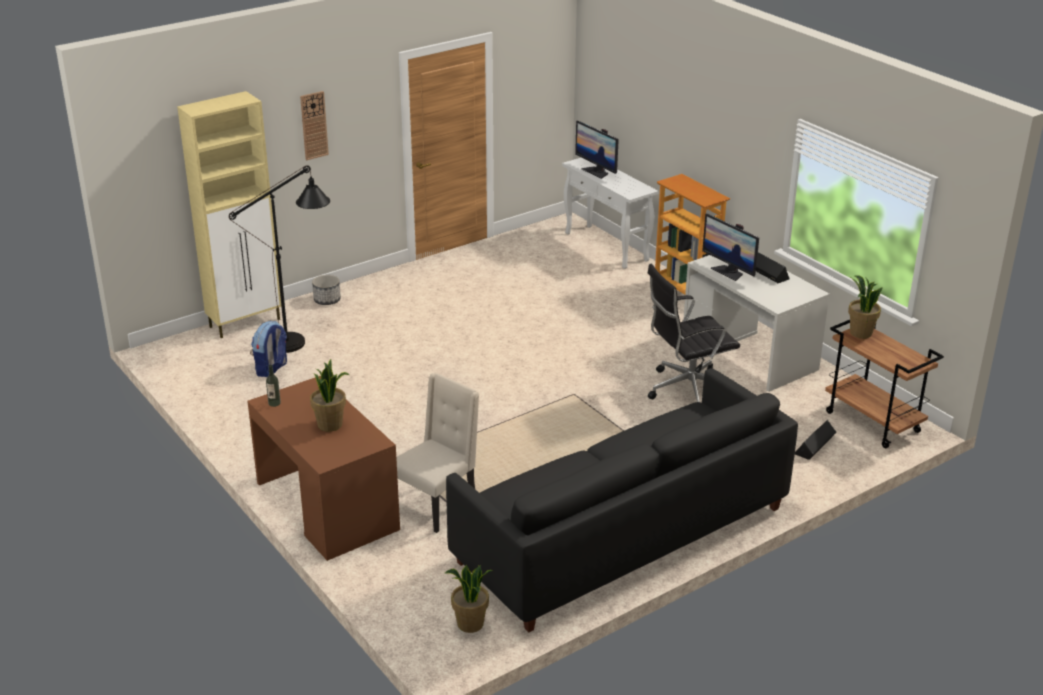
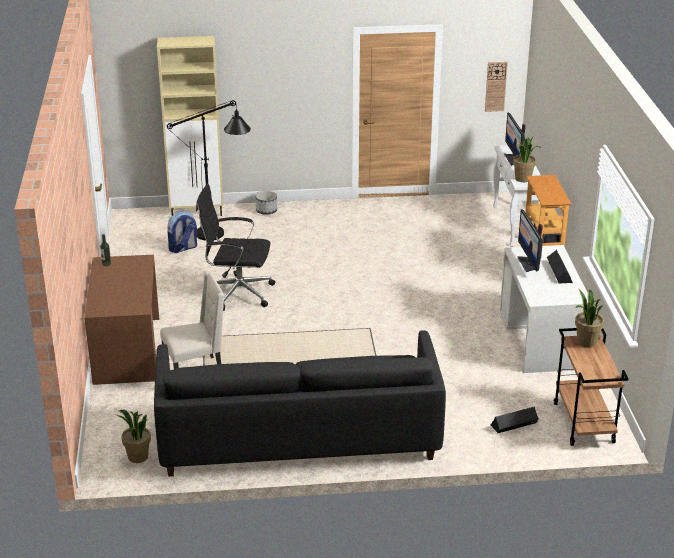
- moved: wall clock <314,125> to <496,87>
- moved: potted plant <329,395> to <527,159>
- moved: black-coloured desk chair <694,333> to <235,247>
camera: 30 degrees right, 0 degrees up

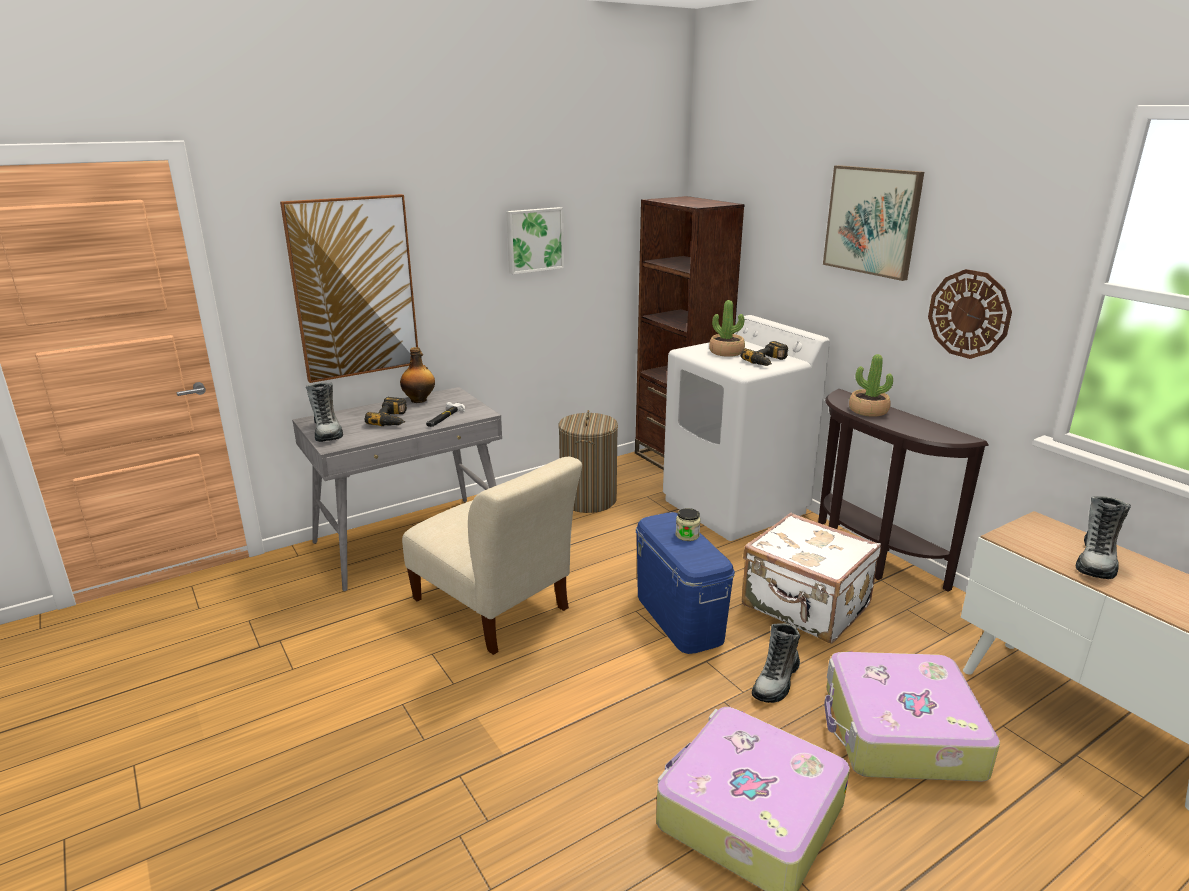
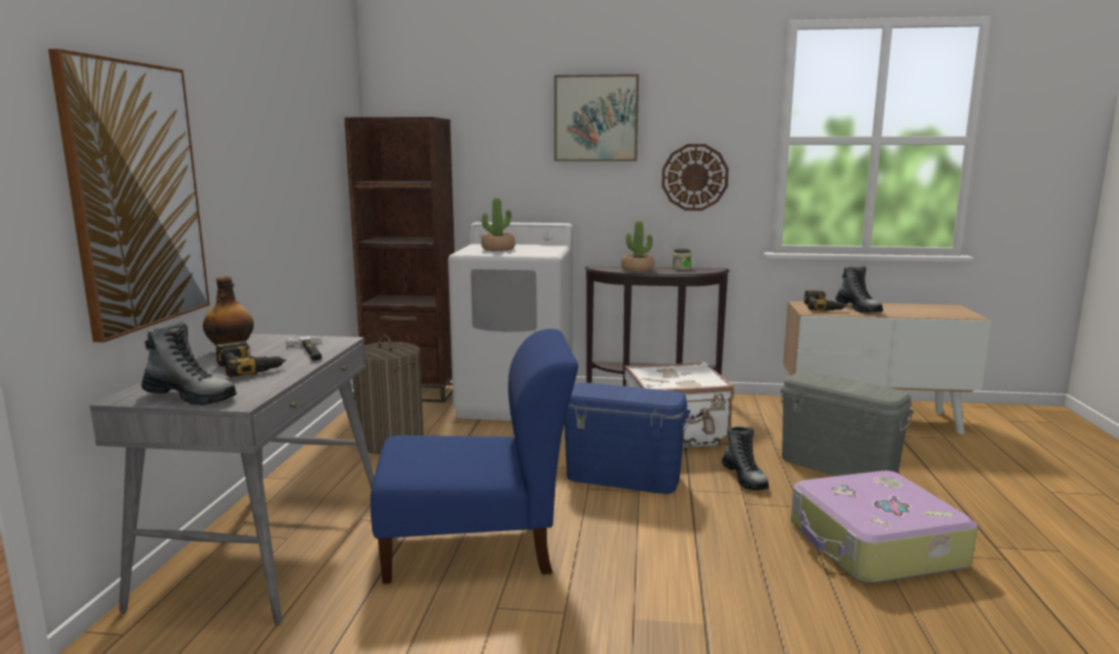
- recoloured: beige-coloured plain chair <492,556> to blue-coloured plain chair <474,456>
- removed: wall art <535,240>
- moved: jar <688,524> to <682,259>
- moved: power drill <764,353> to <825,300>
- replaced: travel case <912,717> to greyish storage container <847,423>
camera: 50 degrees left, 10 degrees down

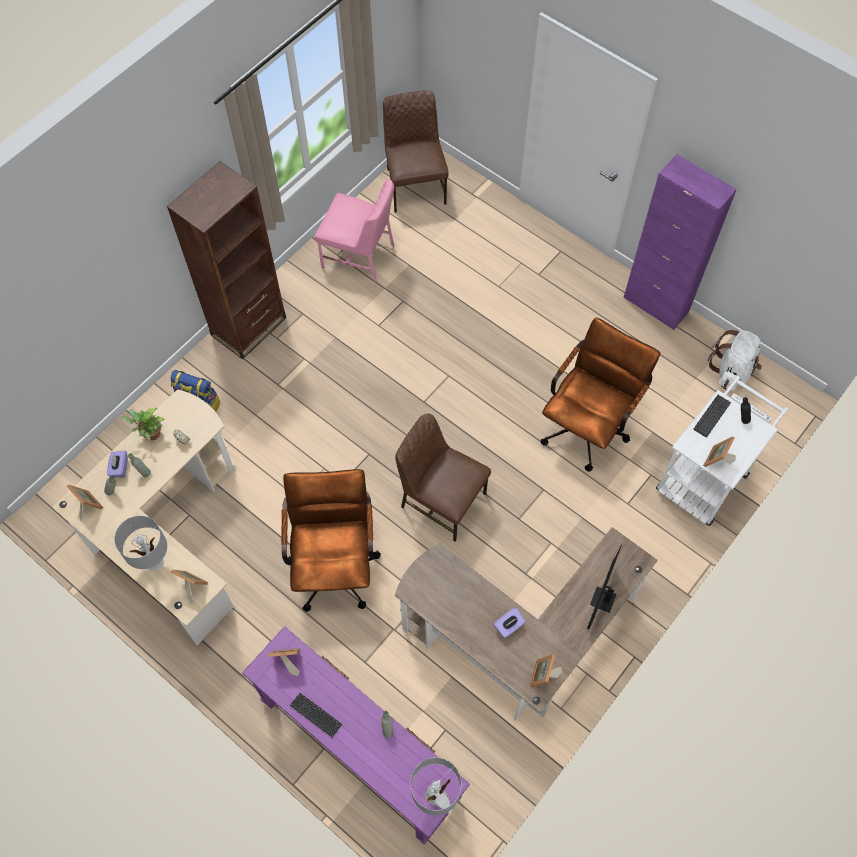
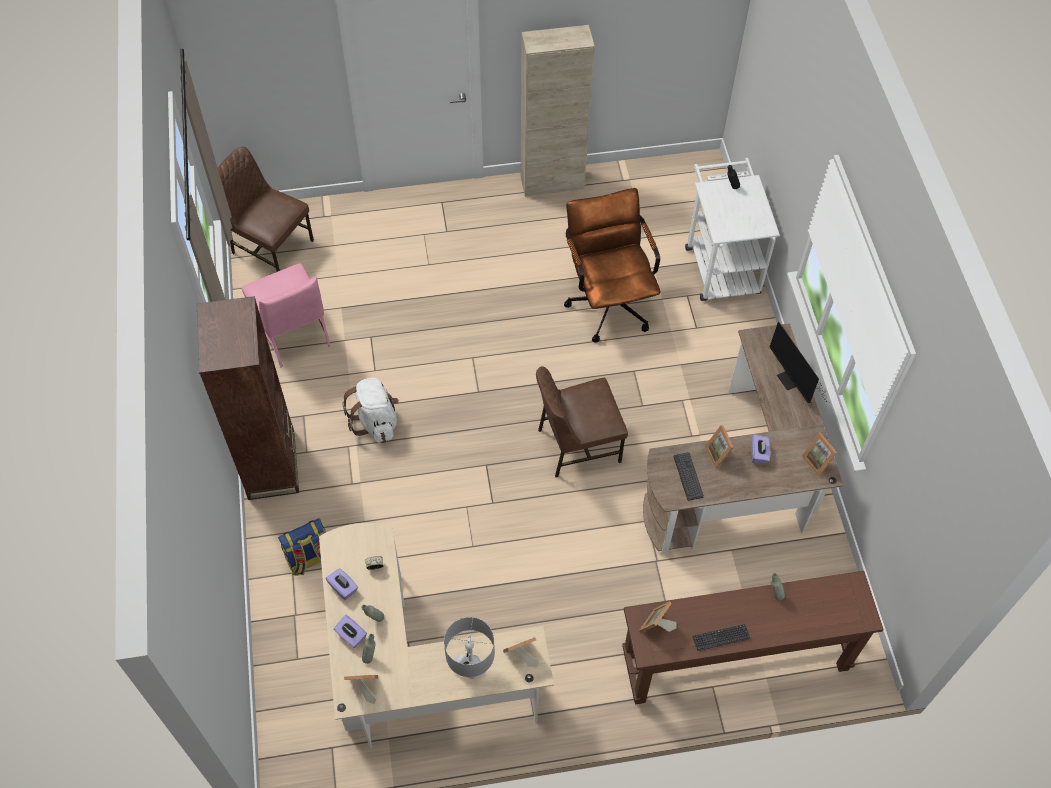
- replaced: potted plant <143,424> to purplish tissue box <342,584>
- recoloured: purplish console table <356,735> to brown-coloured console table <753,637>
- removed: brown-coloured desk chair <331,540>
- turned: pinkish plain chair <354,230> = <286,315> 90 degrees clockwise
- removed: greyish table lamp <435,786>
- recoloured: purplish cupboard <680,242> to beige-coloured cupboard <558,111>
- moved: PC keyboard <712,416> to <689,476>
- moved: photo frame <719,451> to <719,446>
- moved: whitish backpack <735,360> to <370,410>
camera: 50 degrees left, 5 degrees down

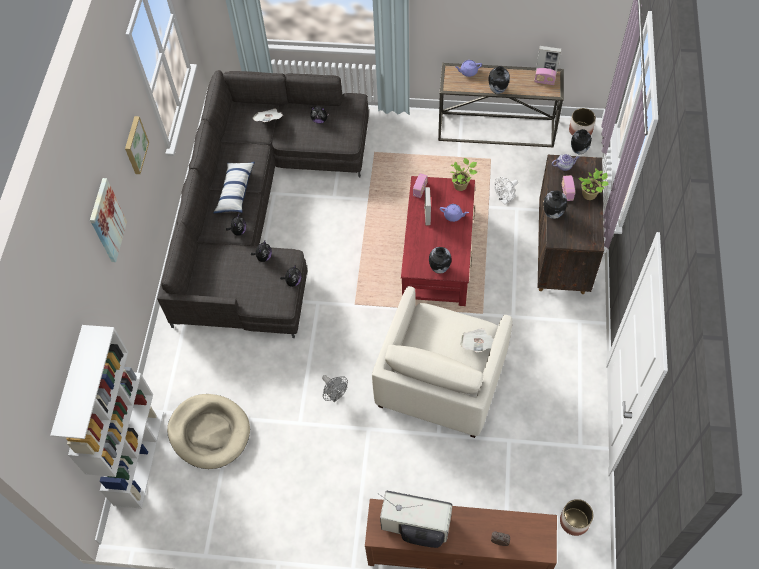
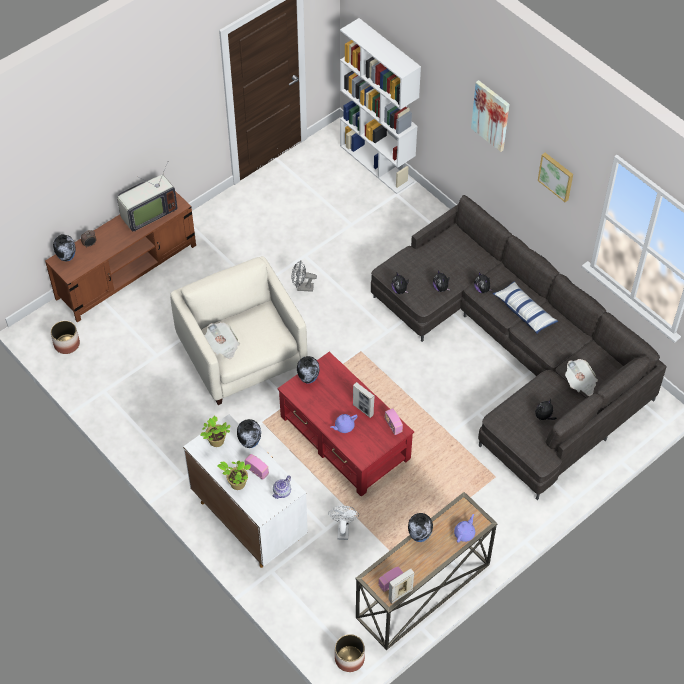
- removed: beige-coloured dog bed <208,431>
- moved: potted plant <463,174> to <215,431>
- recoloured: brown-coloured cupboard <571,224> to whitish cupboard <245,491>
- moved: flower vase <581,141> to <64,247>
camera: 130 degrees right, 5 degrees down

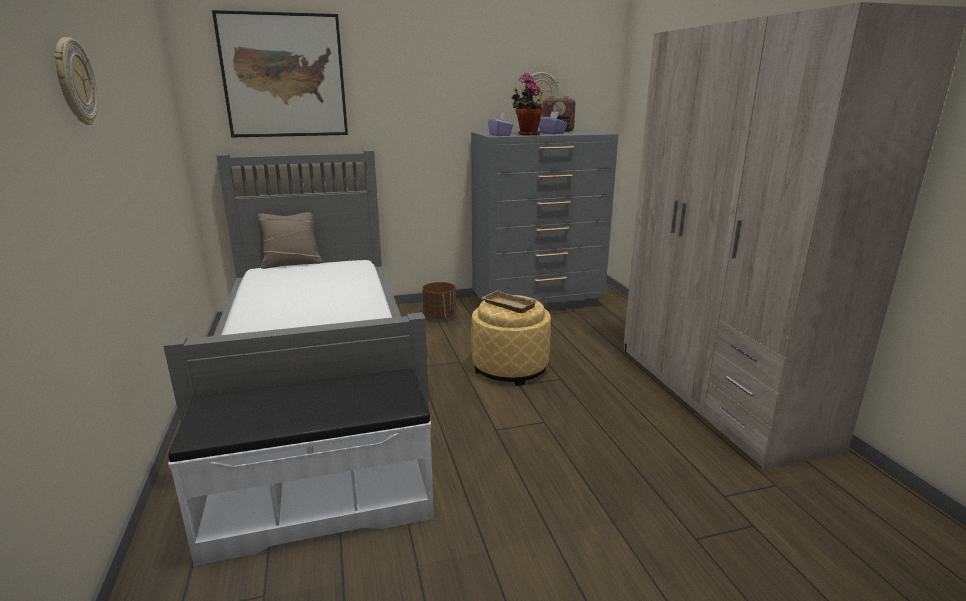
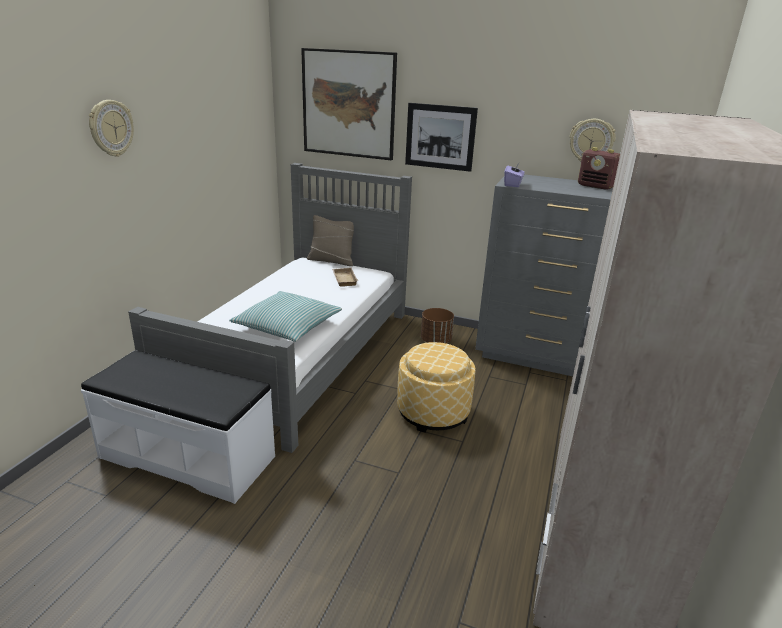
- moved: beige-coloured carrying tray <509,301> to <345,277>
- removed: potted plant <528,104>
- removed: purplish tissue box <553,123>
- added: throw pillow <285,316>
- added: wall art <441,137>
camera: 35 degrees right, 5 degrees up

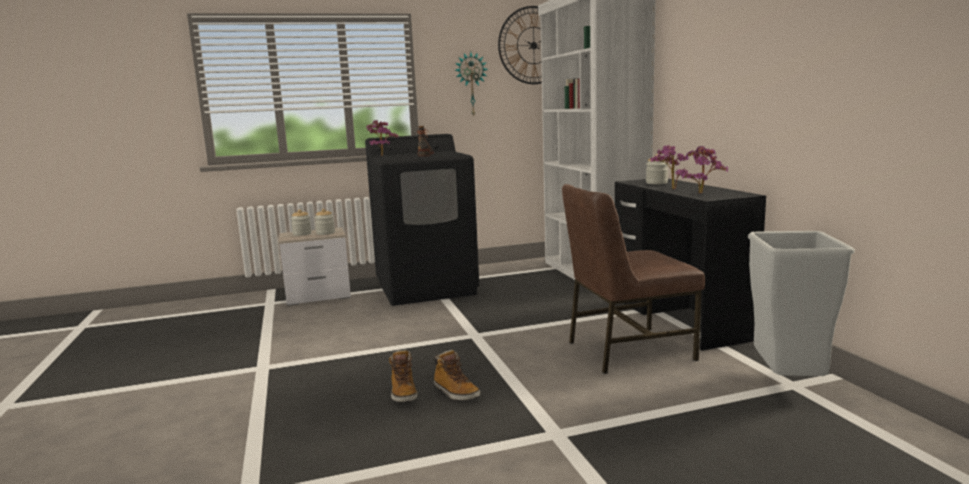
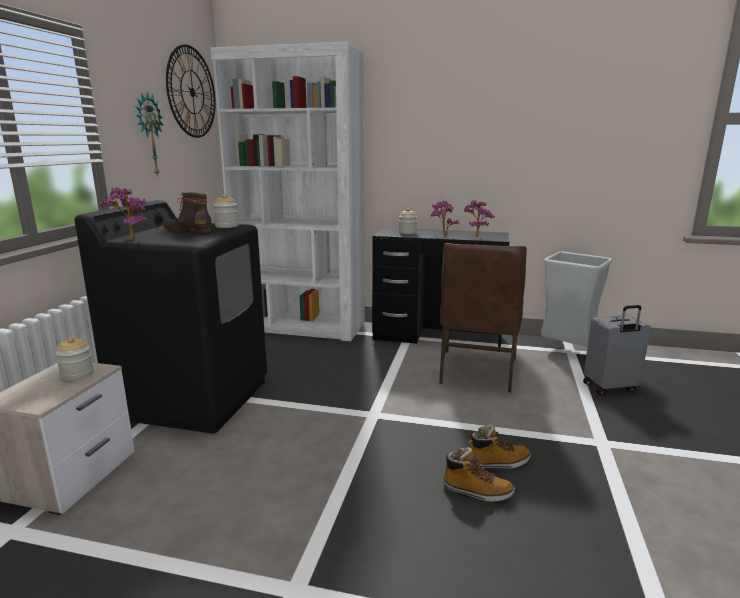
- moved: jar <301,223> to <226,211>
- added: greyish travel case <617,350>
camera: 60 degrees left, 5 degrees up

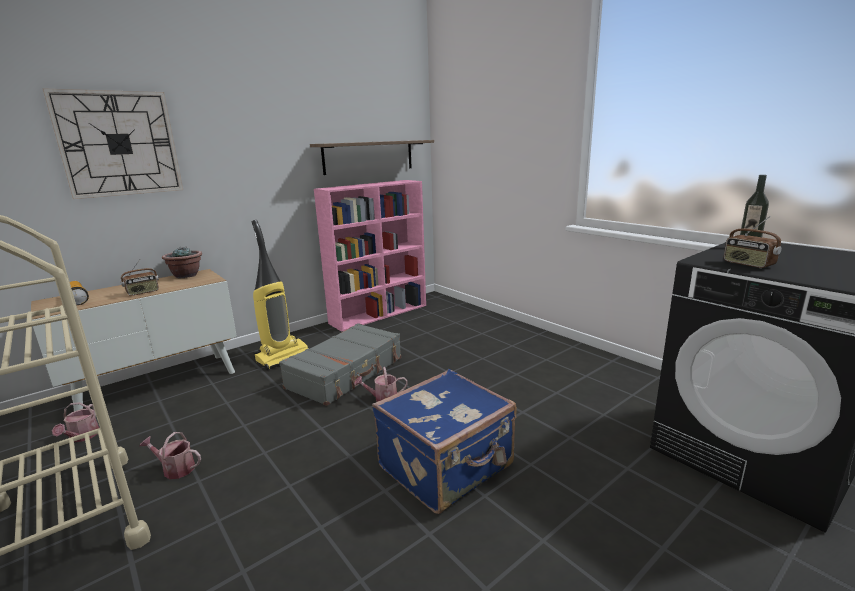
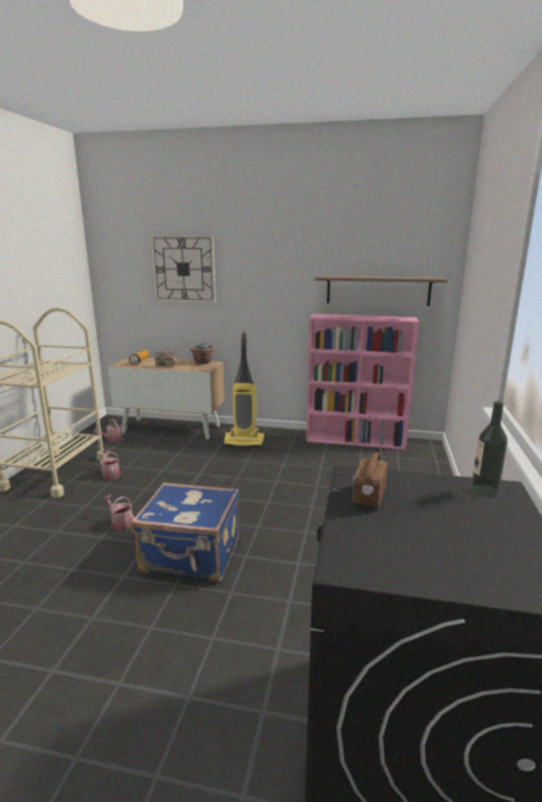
- removed: greyish travel case <340,364>
- moved: sprinkling can <381,384> to <118,513>
camera: 50 degrees right, 0 degrees up

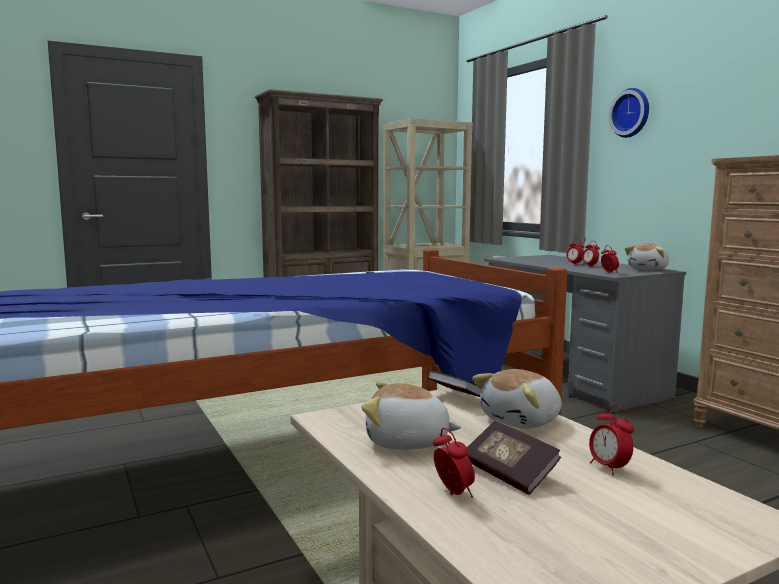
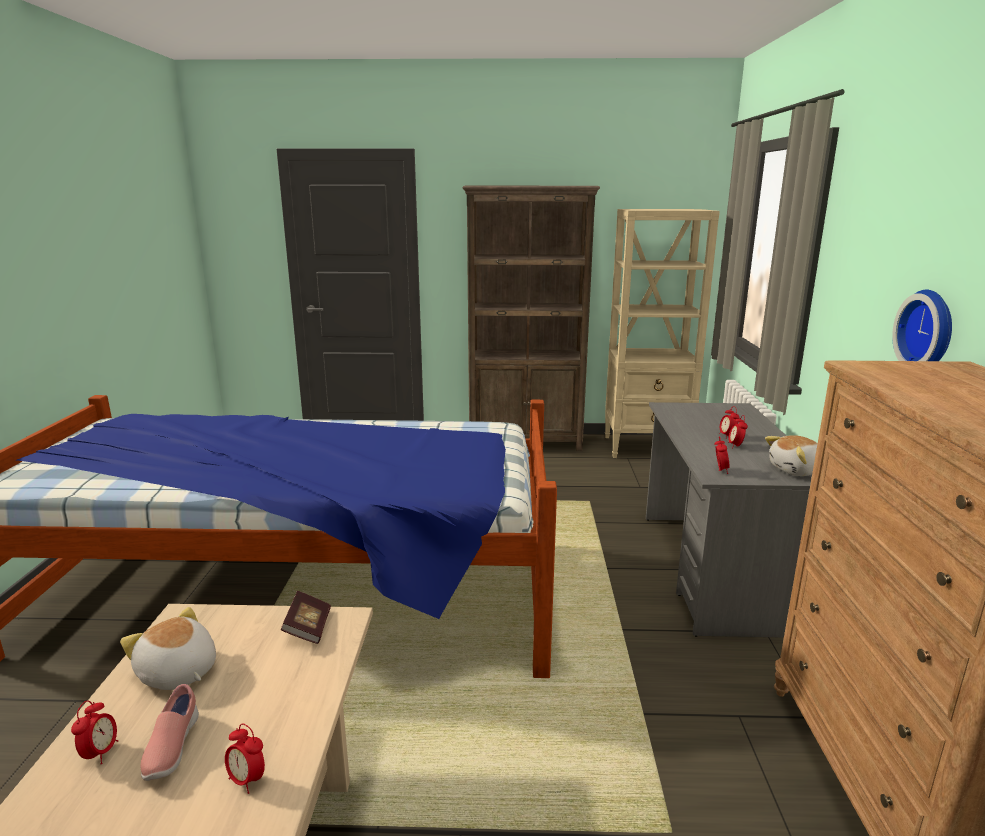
- replaced: volume <514,458> to pinkish low shoe <170,732>
- removed: plush toy <517,399>
- turned: bedside clock <611,440> = <245,759> 60 degrees counterclockwise
- moved: wall clock <629,113> to <922,325>
camera: 30 degrees right, 10 degrees up

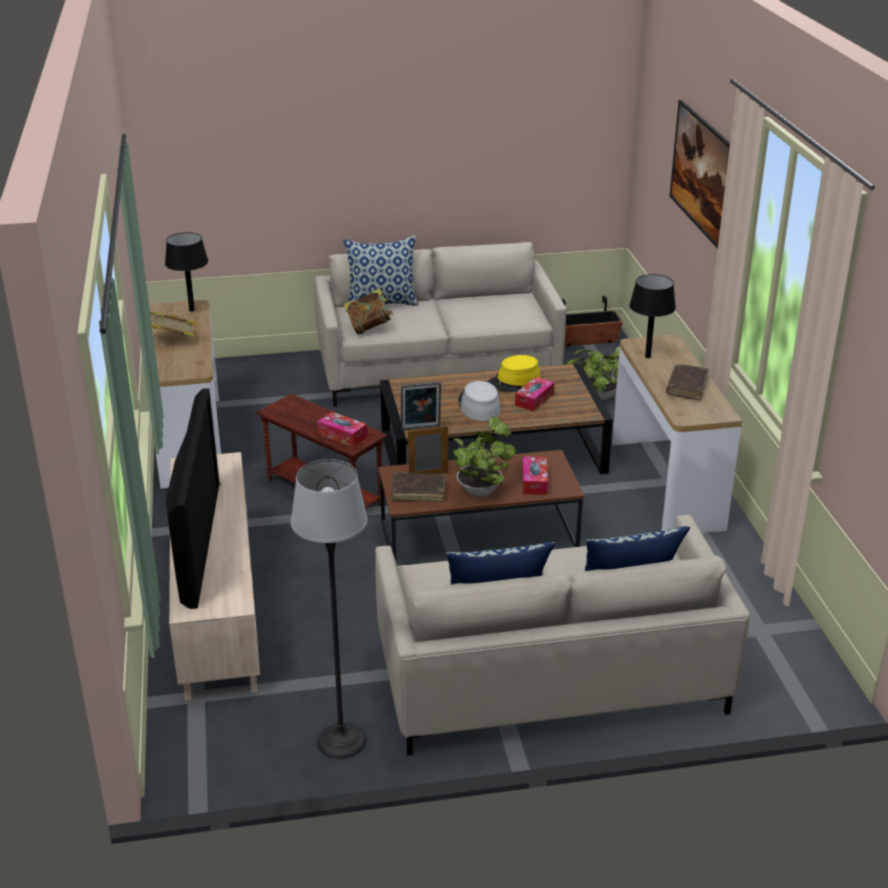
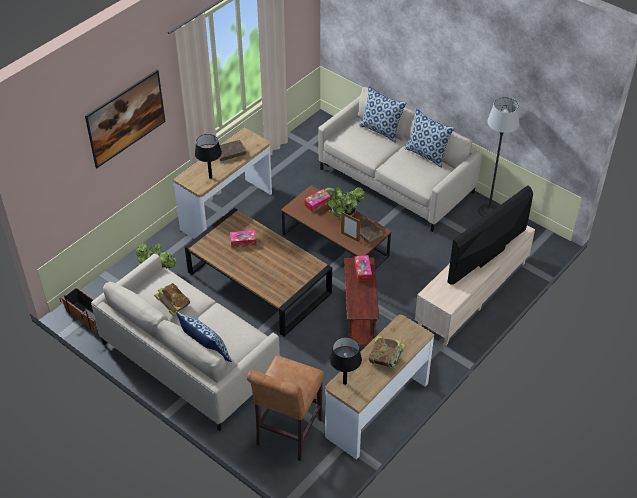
- moved: volume <368,311> to <172,299>
- removed: photo frame <421,406>
- removed: greyish wearable hat <479,401>
- removed: yellow-coloured wearable hat <514,373>
- added: brown-coloured stool seat <285,408>
camera: 130 degrees left, 15 degrees up

